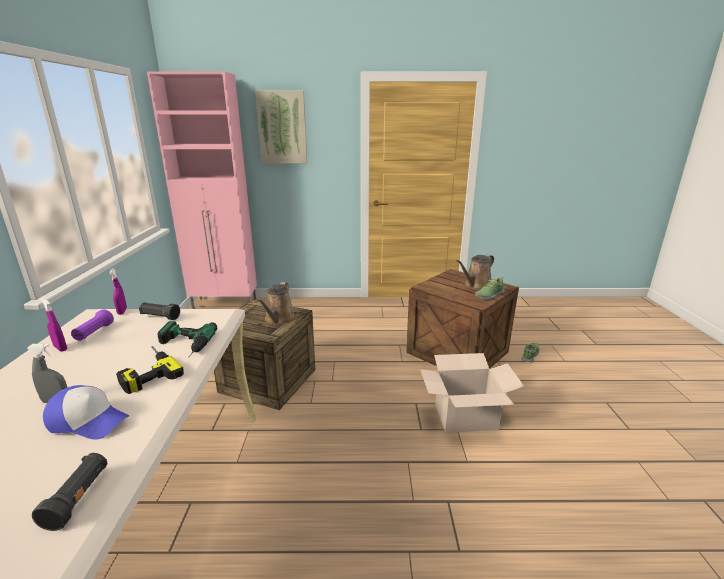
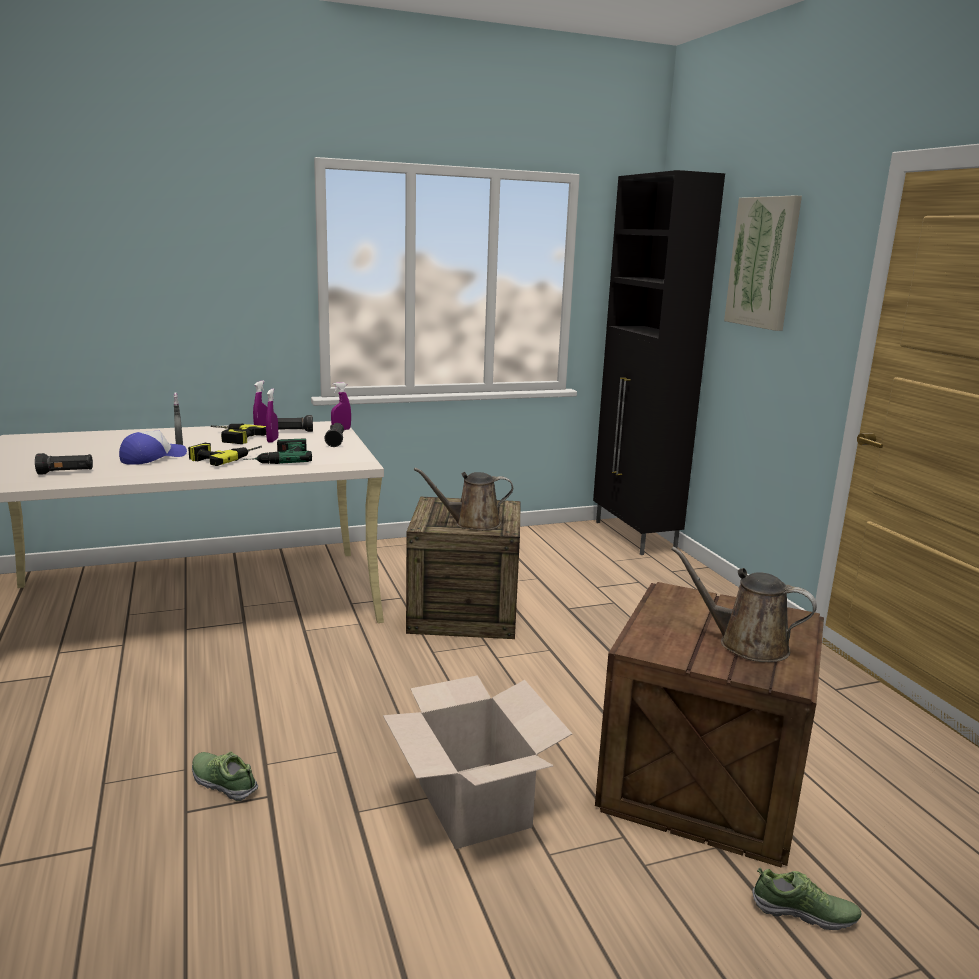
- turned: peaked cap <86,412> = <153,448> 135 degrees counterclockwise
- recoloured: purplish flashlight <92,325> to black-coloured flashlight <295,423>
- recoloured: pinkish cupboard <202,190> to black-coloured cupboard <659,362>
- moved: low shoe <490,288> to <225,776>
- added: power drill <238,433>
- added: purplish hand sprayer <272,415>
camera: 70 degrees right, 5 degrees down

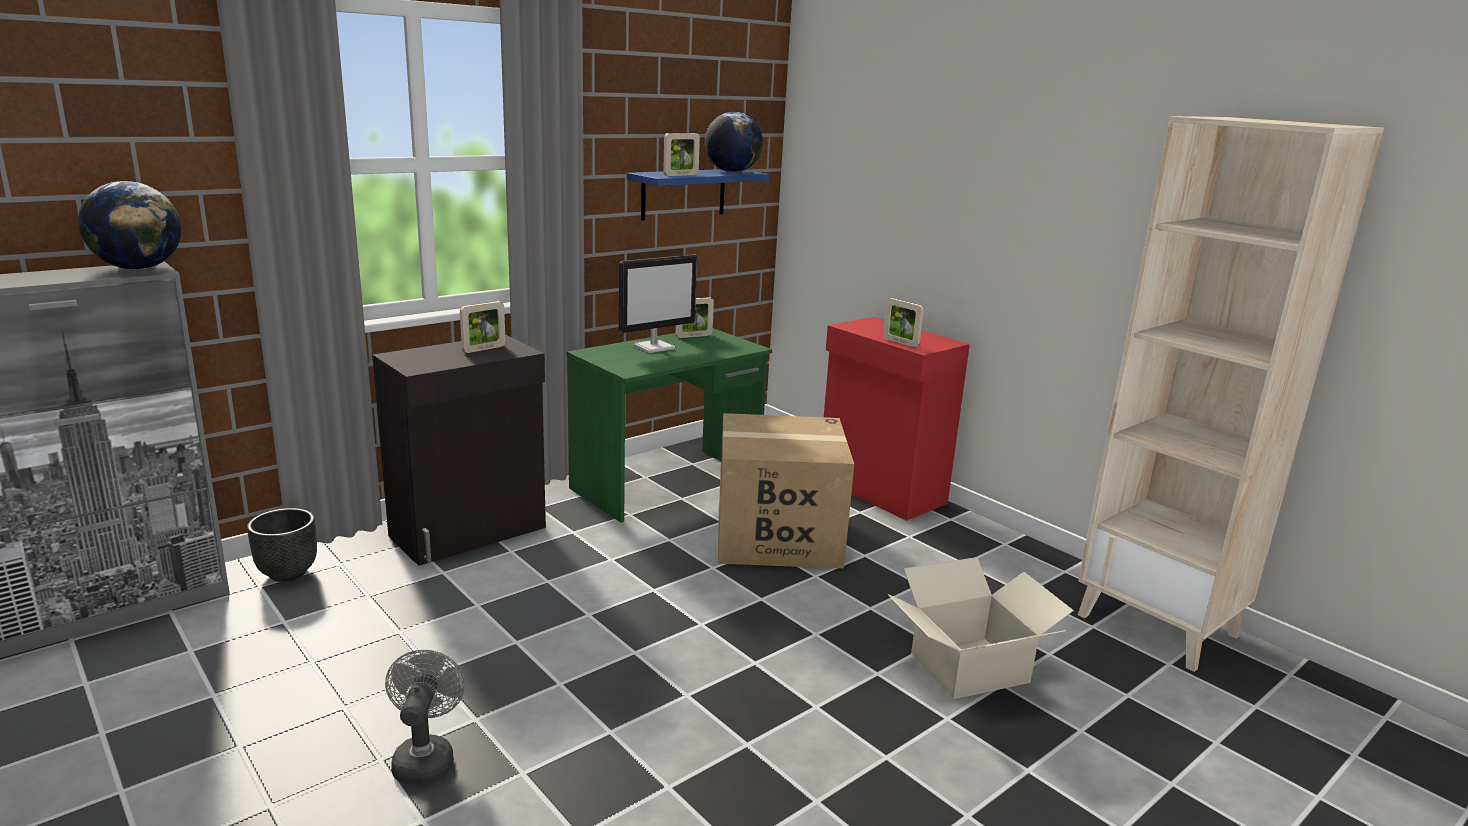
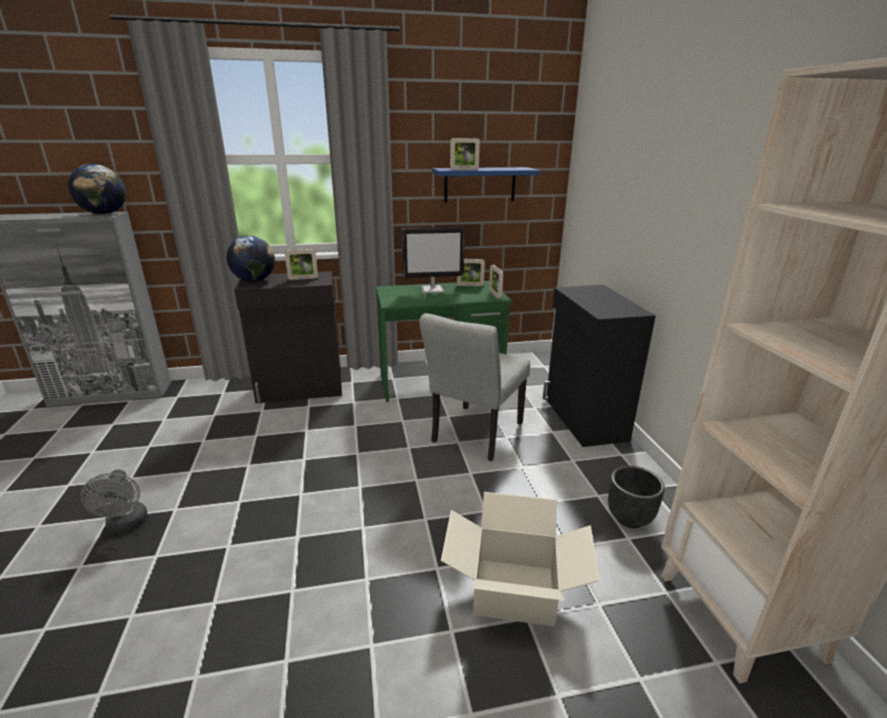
- moved: black-coloured planter <282,545> to <636,497>
- turned: greyish fan <425,717> = <114,501> 135 degrees clockwise
- moved: desk globe <734,142> to <251,259>
- replaced: packing box <786,490> to greyish plain chair <474,387>
- recoloured: red cupboard <897,419> to black-coloured cupboard <599,366>
- moved: photo frame <903,322> to <496,282>
camera: 30 degrees right, 5 degrees up

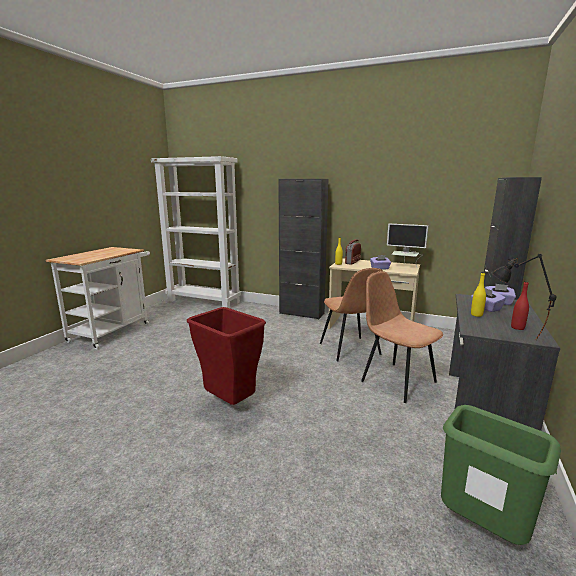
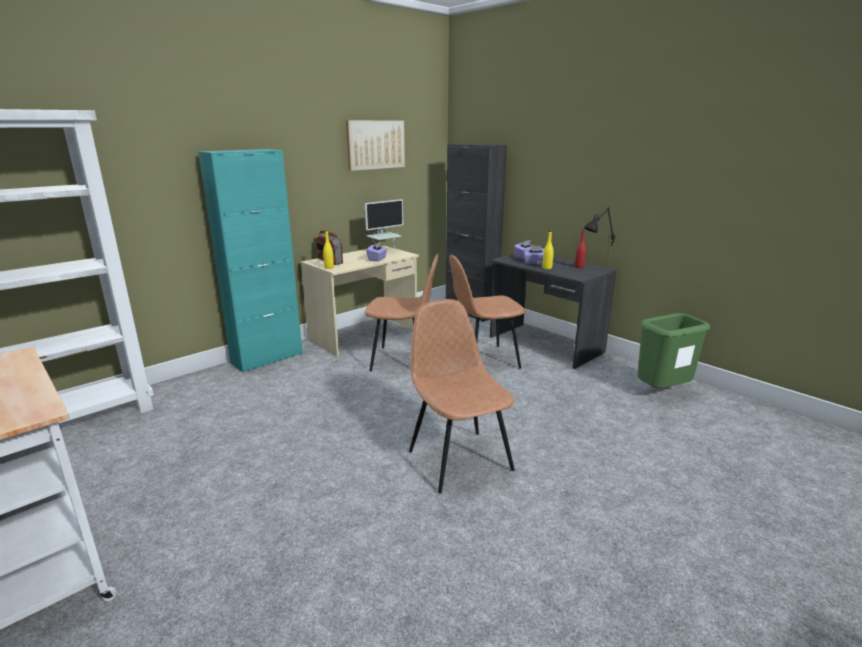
- replaced: red trash can <226,356> to brown-coloured plain chair <462,396>
- recoloured: black-coloured cupboard <303,249> to turquoise cupboard <250,261>
- added: wall art <375,145>
camera: 65 degrees left, 5 degrees up

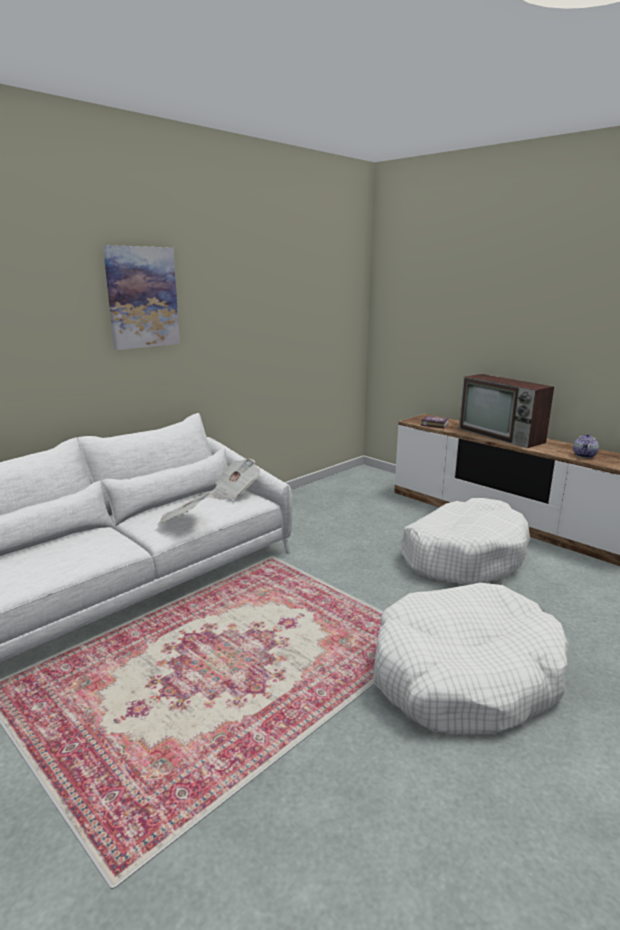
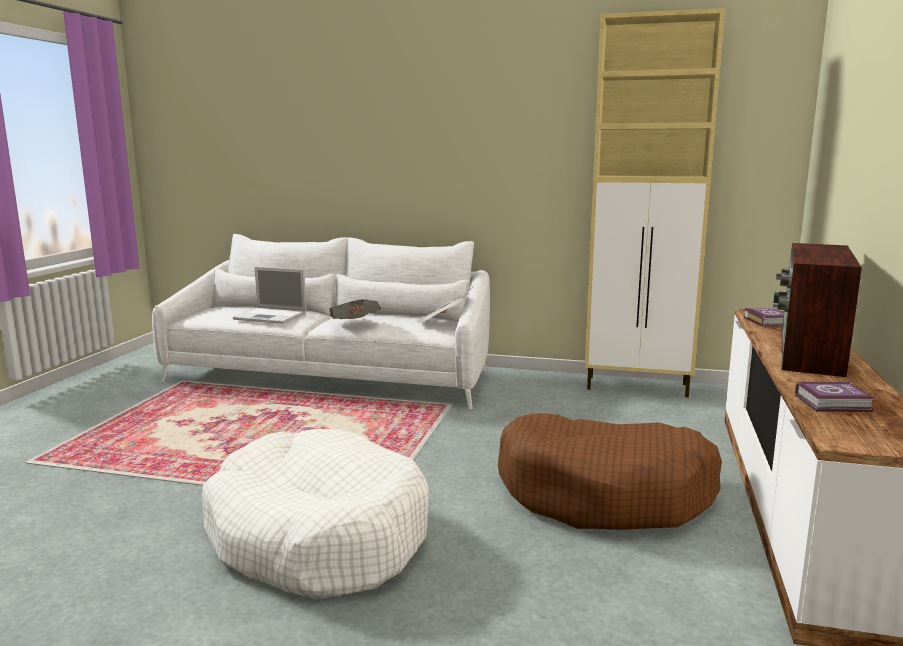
- removed: wall art <141,297>
- recoloured: whitish dog bed <465,541> to brown-coloured dog bed <610,471>
- replaced: teapot <586,446> to volume <835,397>
- added: notebook computer <270,295>
- added: beige-coloured cupboard <655,202>
camera: 60 degrees right, 5 degrees down

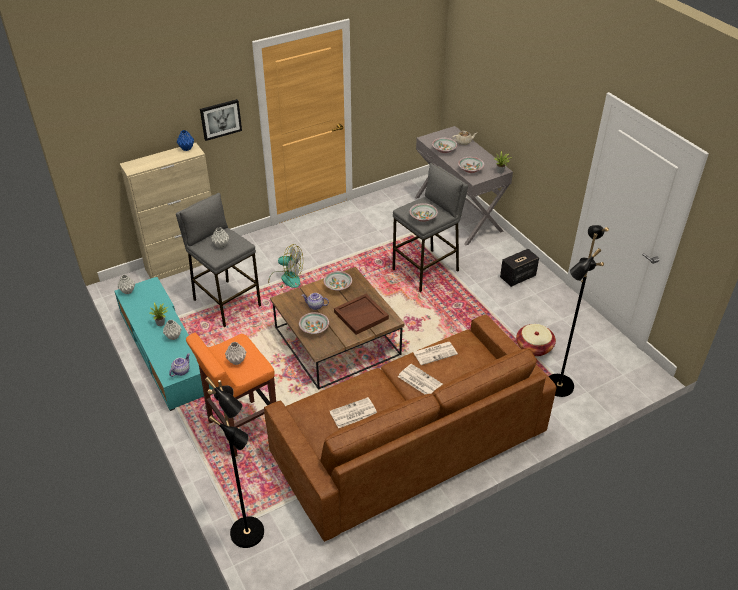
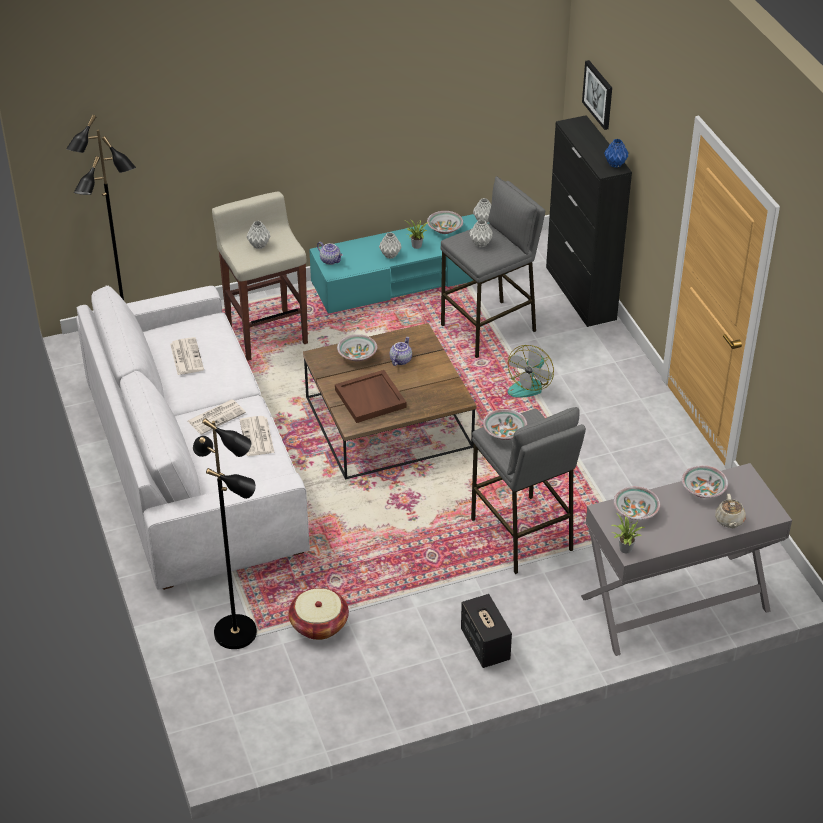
- recoloured: beige-coloured cupboard <165,211> to black-coloured cupboard <589,221>
- recoloured: orangey stool seat <231,395> to beige-coloured stool seat <260,276>
- moved: wall art <221,120> to <597,95>
- recoloured: brown-coloured settee <410,428> to whitish settee <193,437>
- moved: bowl <338,281> to <445,222>
camera: 100 degrees right, 0 degrees up

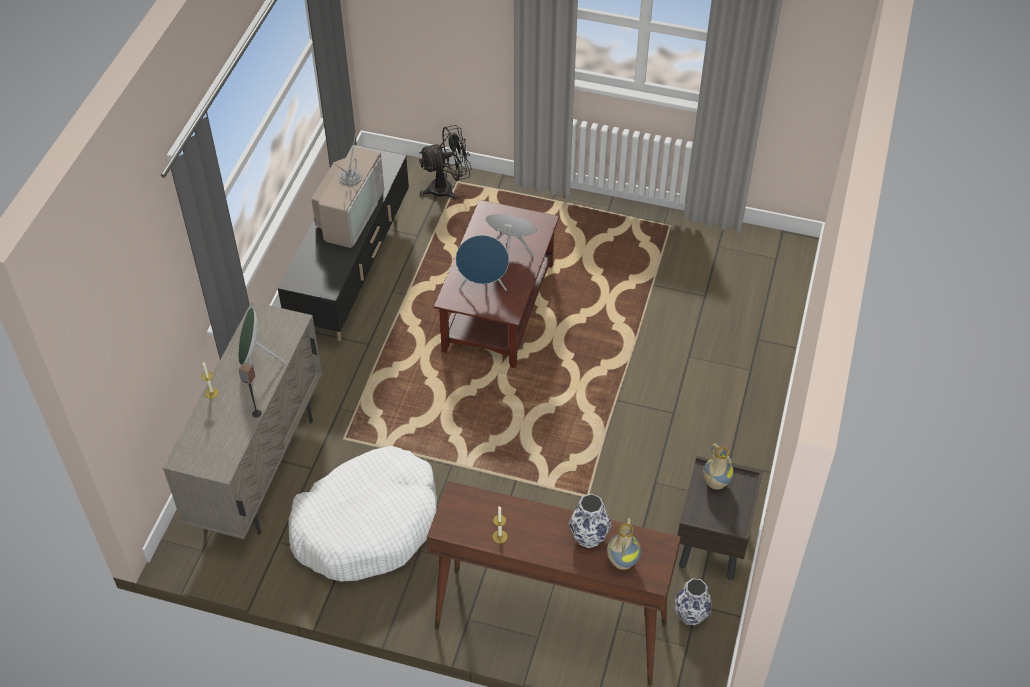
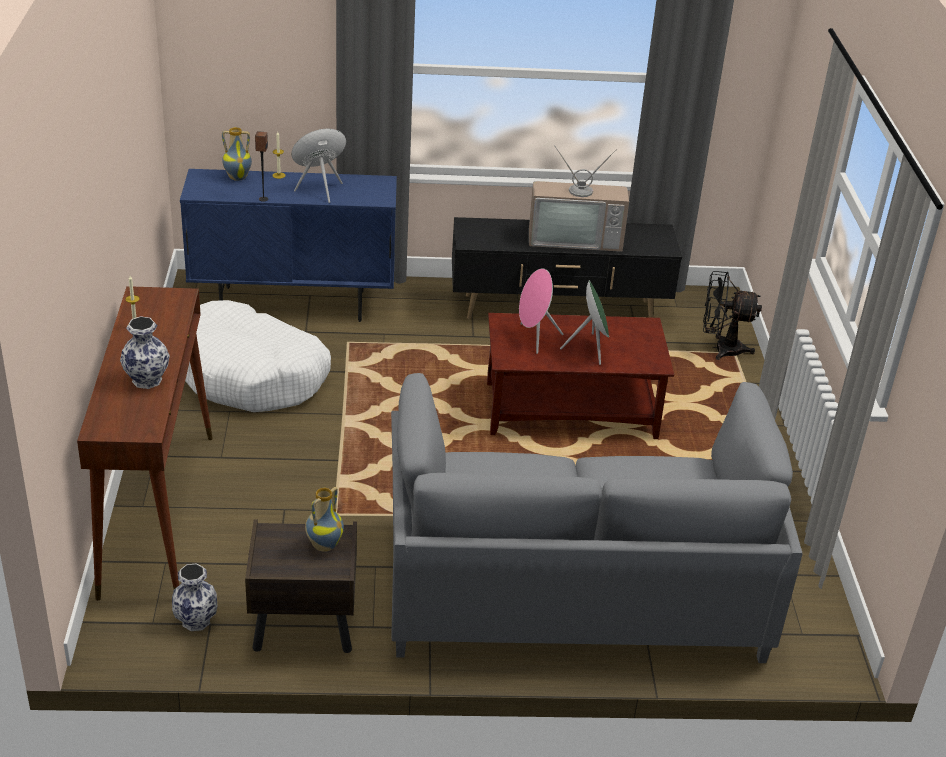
- recoloured: beige-coloured cupboard <242,420> to blue-coloured cupboard <288,245>
- turned: black-coloured fan <445,162> = <732,315> 135 degrees clockwise
- recoloured: blue-coloured speaker <482,263> to pinkish speaker <541,311>
- moved: flower vase <624,544> to <237,154>
- added: greyish settee <597,518>
camera: 70 degrees right, 15 degrees down

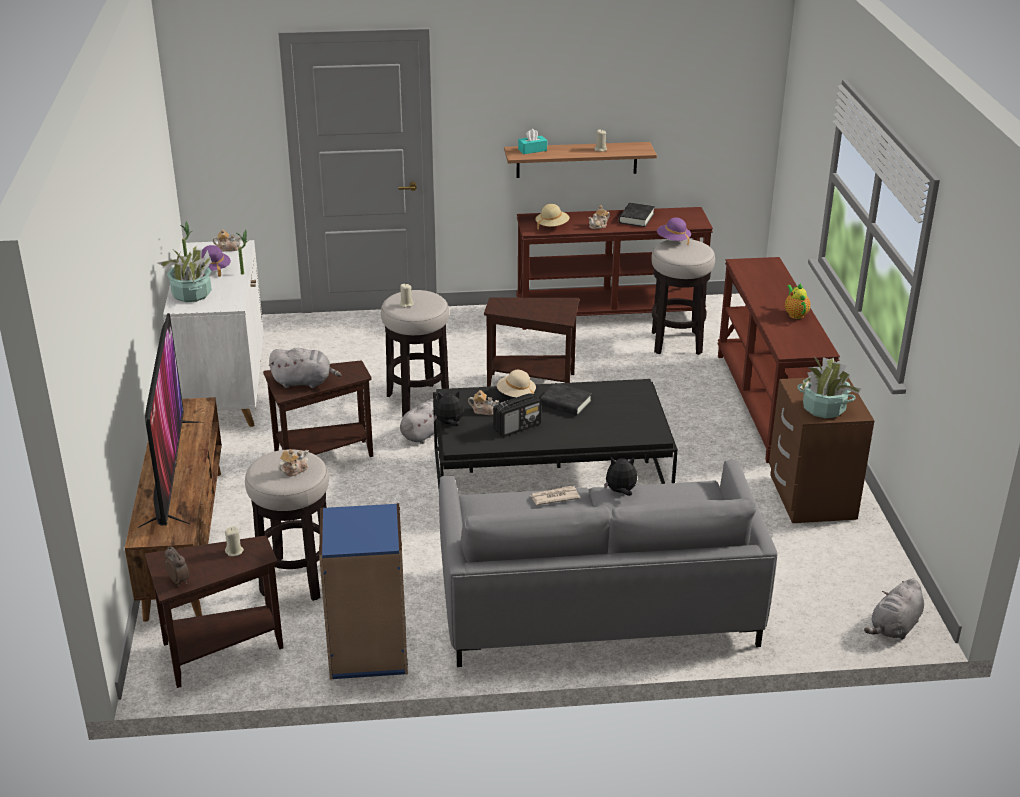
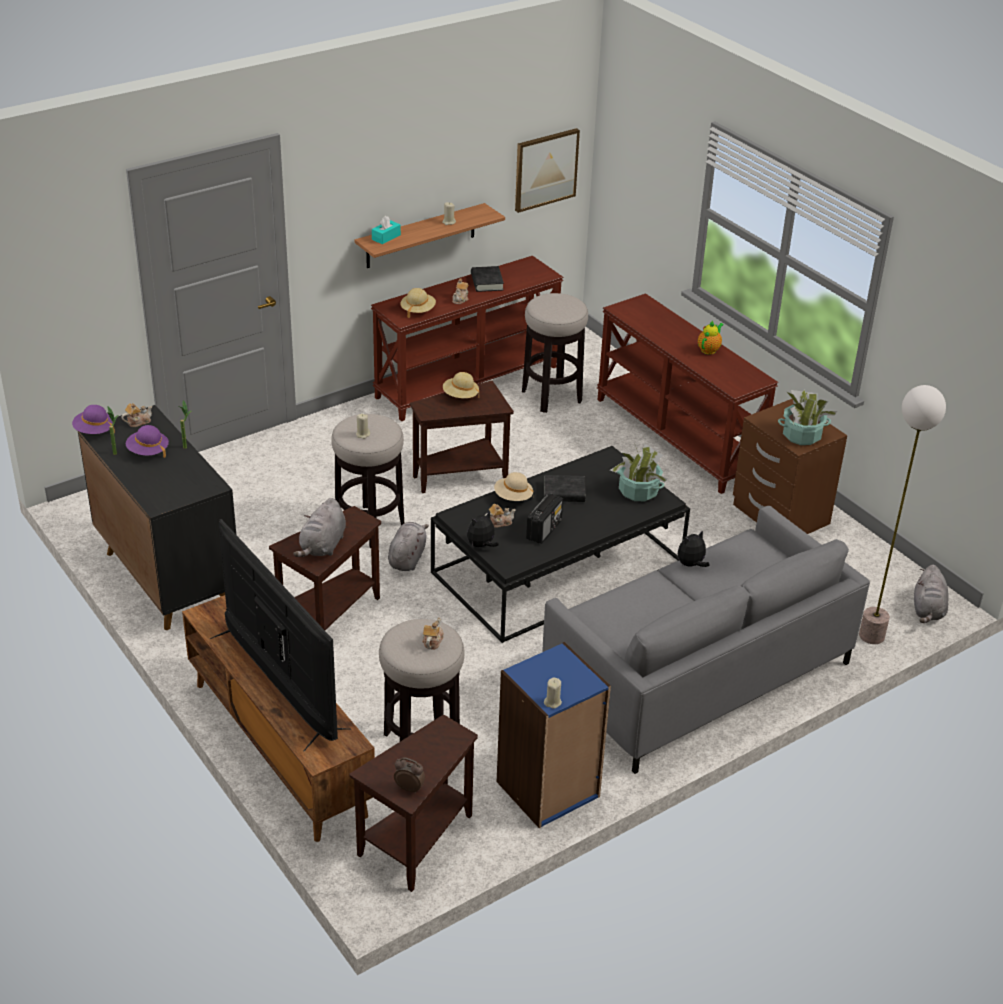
- moved: potted plant <185,273> to <638,472>
- recoloured: whitish cupboard <213,333> to black-coloured cupboard <157,517>
- moved: beige-coloured wax candle <234,541> to <553,693>
- turned: greyish plush toy <305,368> = <319,527> 135 degrees clockwise
- removed: newspaper <555,495>
- moved: purplish wearable hat <674,231> to <93,419>
- turned: teapot <798,301> = <711,338> 75 degrees clockwise
- added: beige-coloured wearable hat <461,385>
- added: wall art <547,170>
- added: standing lamp <902,514>
camera: 30 degrees left, 5 degrees up

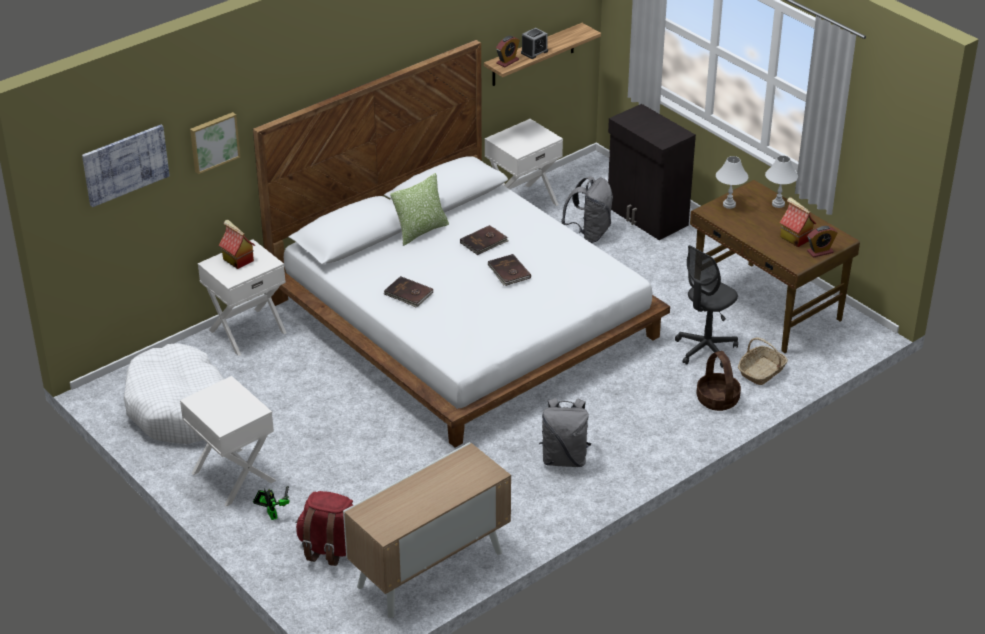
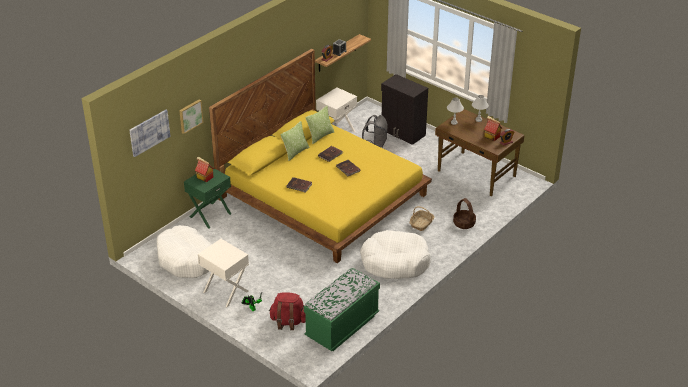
- recoloured: whitish night table <242,297> to green night table <207,198>
- recoloured: whitish bed <461,244> to yellow-coloured bed <320,156>
- replaced: cupboard <427,530> to green indoor bench <342,309>
- replaced: greyish backpack <565,432> to whitish dog bed <395,254>
- removed: greyish desk chair <706,306>
- moved: household basket <763,361> to <422,218>
- added: throw pillow <320,125>
camera: 10 degrees left, 0 degrees up

